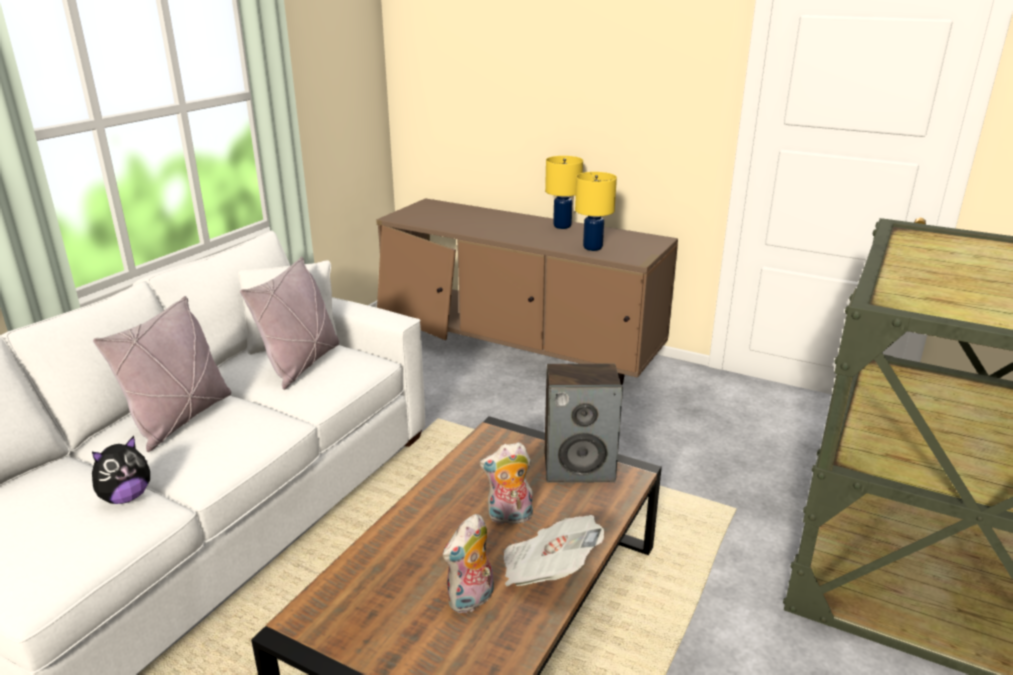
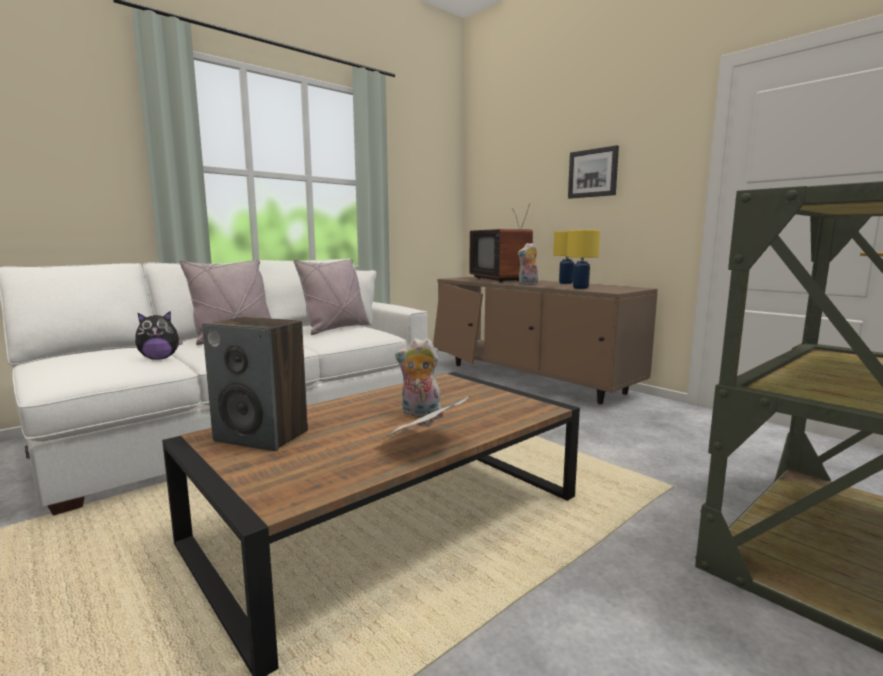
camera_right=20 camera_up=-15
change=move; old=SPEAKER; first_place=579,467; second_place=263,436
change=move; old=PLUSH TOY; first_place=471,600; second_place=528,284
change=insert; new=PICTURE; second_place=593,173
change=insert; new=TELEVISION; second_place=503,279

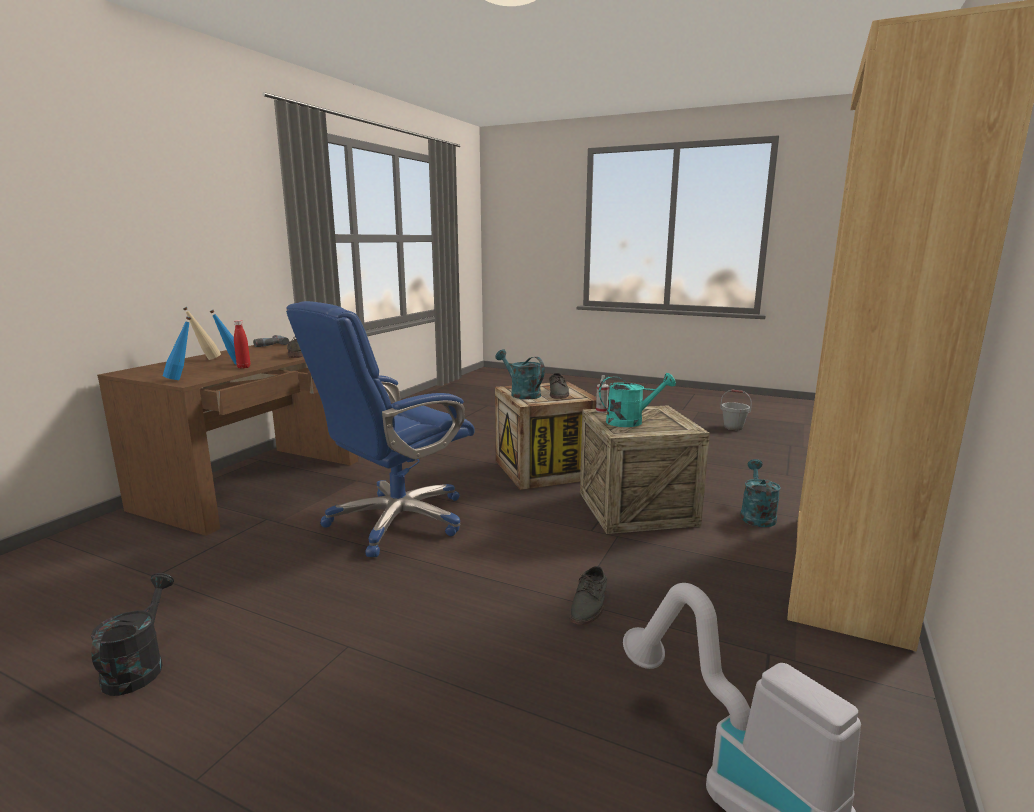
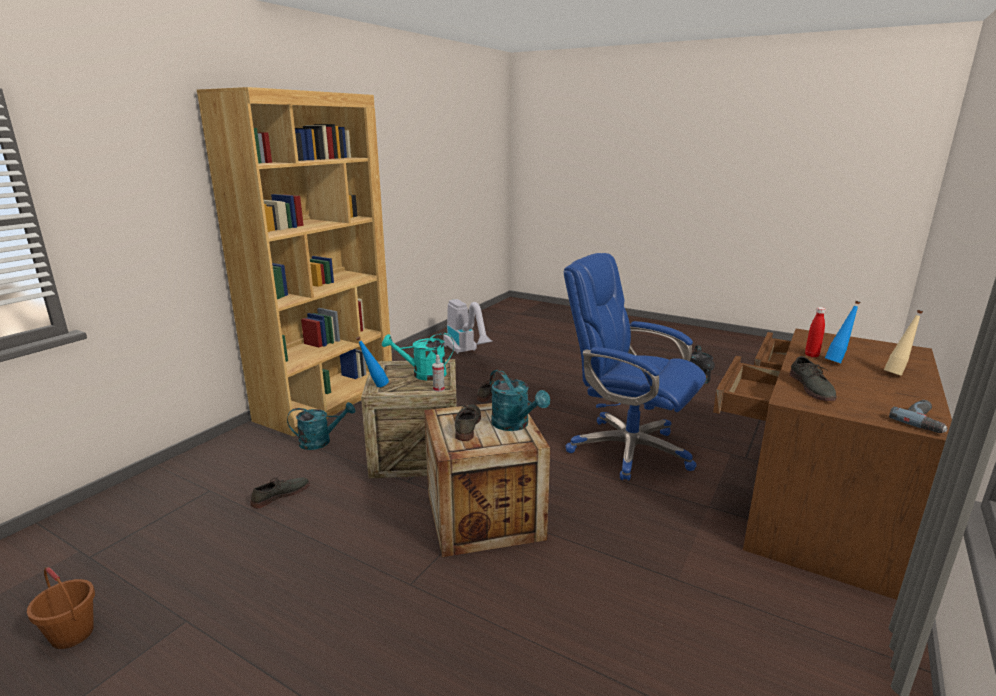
camera_right=-175 camera_up=5
change=rotate; old=BLUE OFFICE CHAIR; first_place=396,521; second_place=628,449; degrees=-105
change=move; old=BLUE BOTTLE; first_place=182,379; second_place=374,386
change=recolor; old=GREY BUCKET; new=BROWN BUCKET; first_place=733,427; second_place=72,634
change=rotate; old=TURQUOISE WATERING CAN; first_place=756,515; second_place=321,441; degrees=-120
change=insert; new=GREY SHOE; second_place=280,494

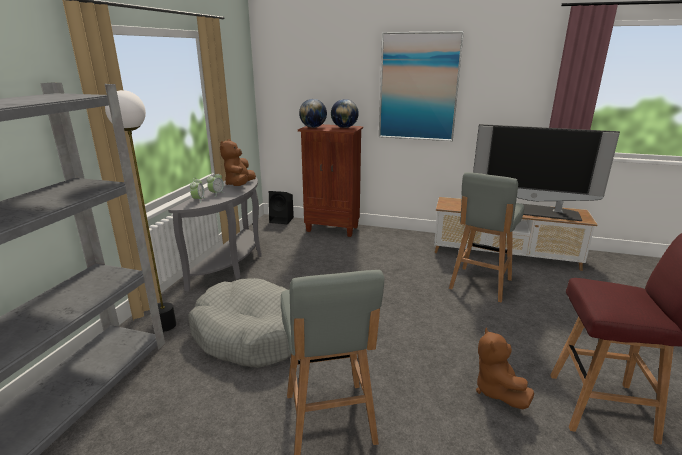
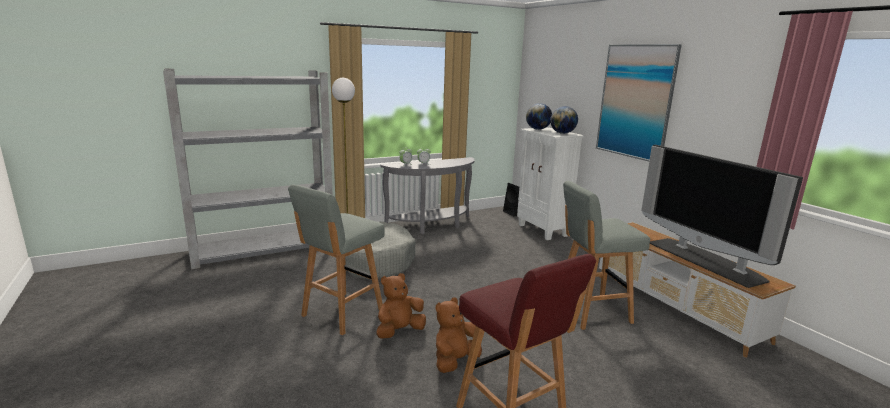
camera_right=45 camera_up=-5
change=recolor; old=BROWN CABINET; new=WHITE CABINET; first_place=332,229; second_place=542,231
change=move; old=BROWN PLUSH TOY; first_place=240,185; second_place=399,331

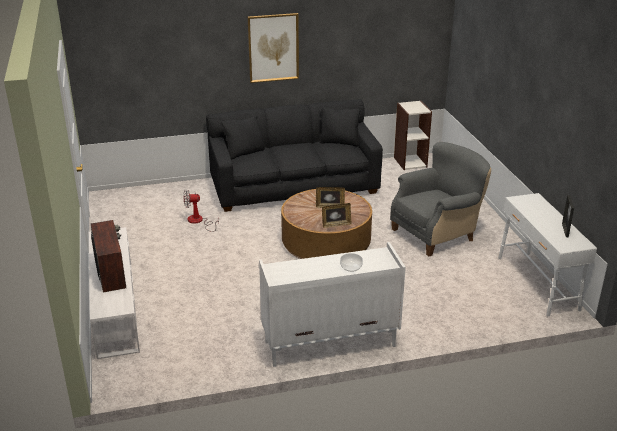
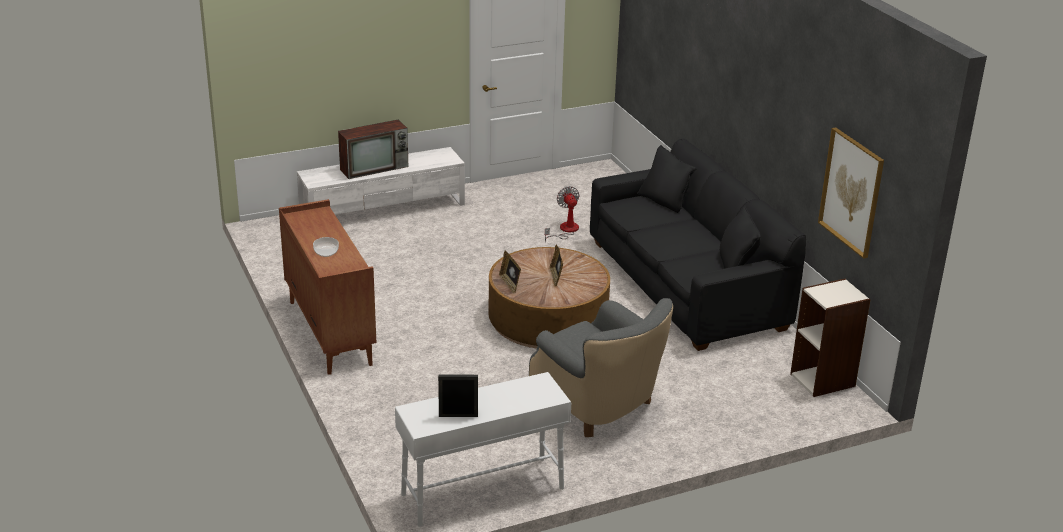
camera_right=80 camera_up=0
change=move; old=PICTURE; first_place=273,48; second_place=851,192
change=recolor; old=WHITE CABINET; new=BROWN CABINET; first_place=329,344; second_place=329,332

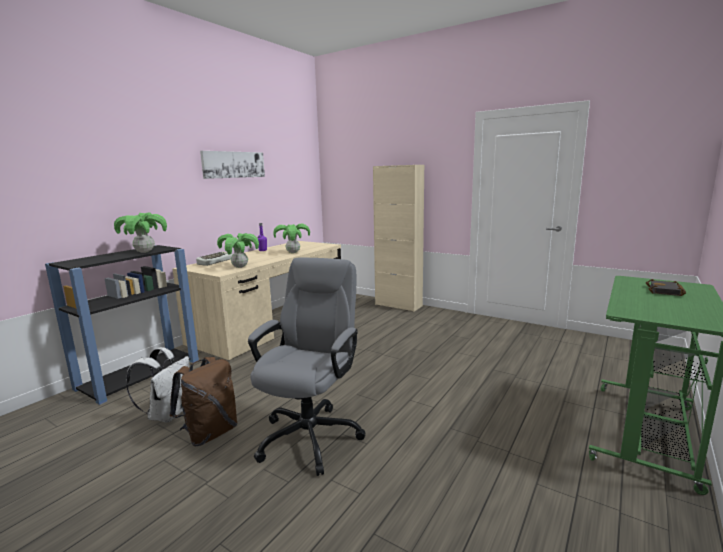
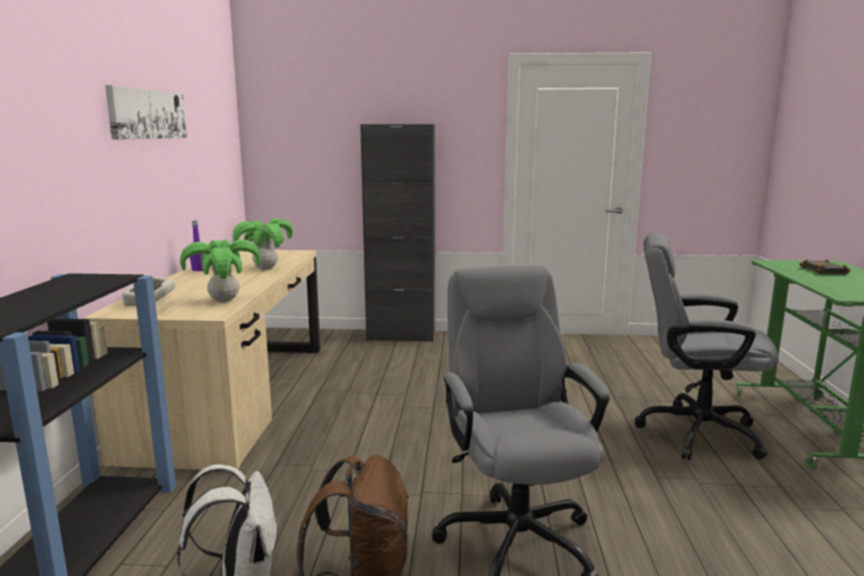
camera_right=-30 camera_up=0
change=recolor; old=BEIGE CABINET; new=BLACK CABINET; first_place=398,305; second_place=401,336
change=delete; old=POTTED PLANT; first_place=144,252
change=insert; new=GREY OFFICE CHAIR; second_place=692,433

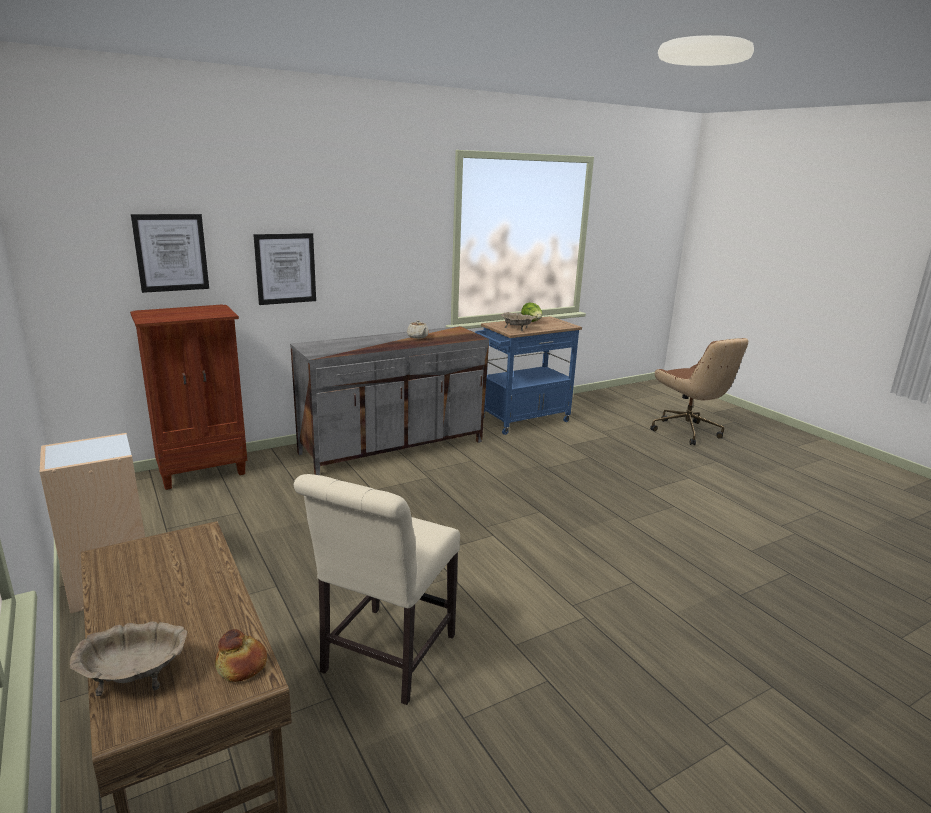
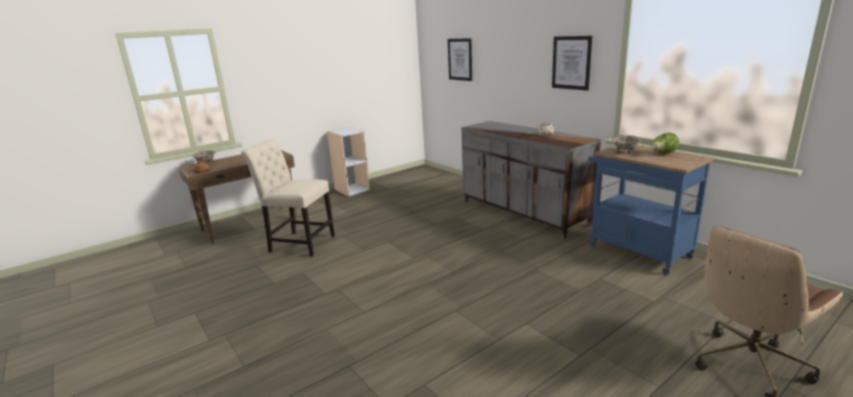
camera_right=85 camera_up=0
change=move; old=PICTURE; first_place=285,268; second_place=571,62
change=delete; old=BROWN CABINET; first_place=203,474

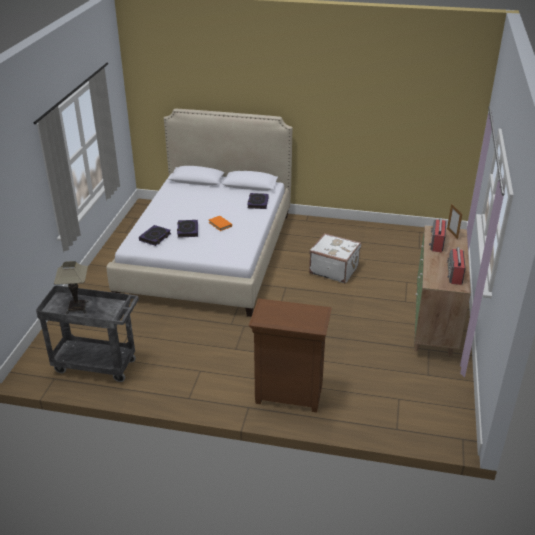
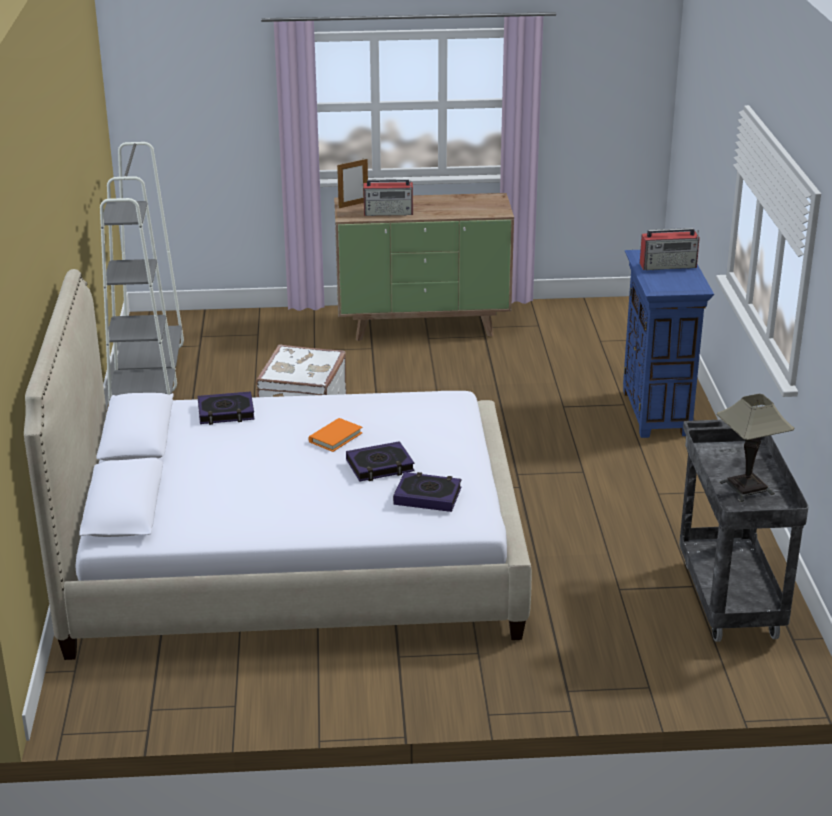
camera_right=-105 camera_up=-5
change=move; old=RADIO; first_place=455,275; second_place=669,265
change=recolor; old=BROWN CABINET; new=BLUE CABINET; first_place=287,397; second_place=657,414
change=insert; new=GREY CLOTHES RACK; second_place=149,384

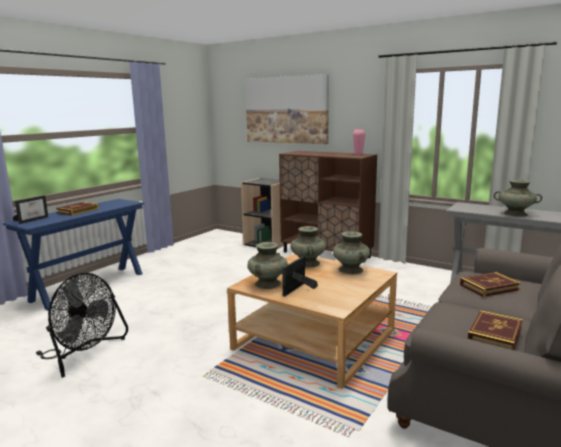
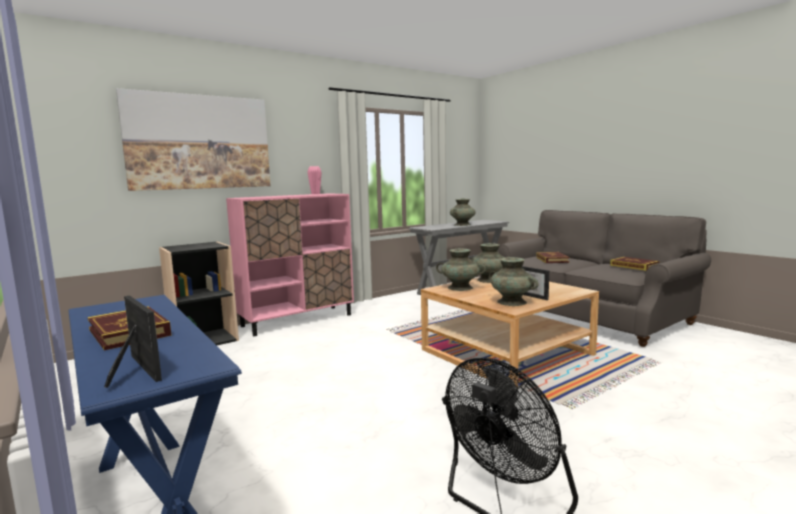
camera_right=-70 camera_up=-5
change=recolor; old=BROWN CABINET; new=PINK CABINET; first_place=326,254; second_place=298,320

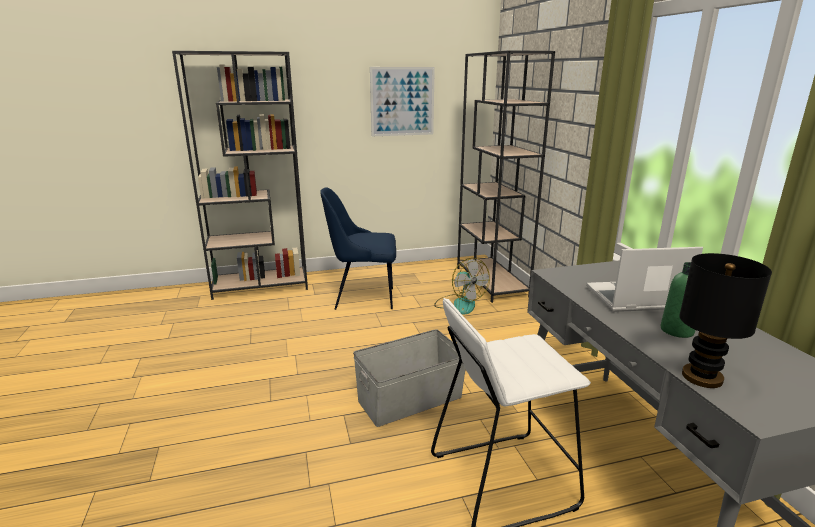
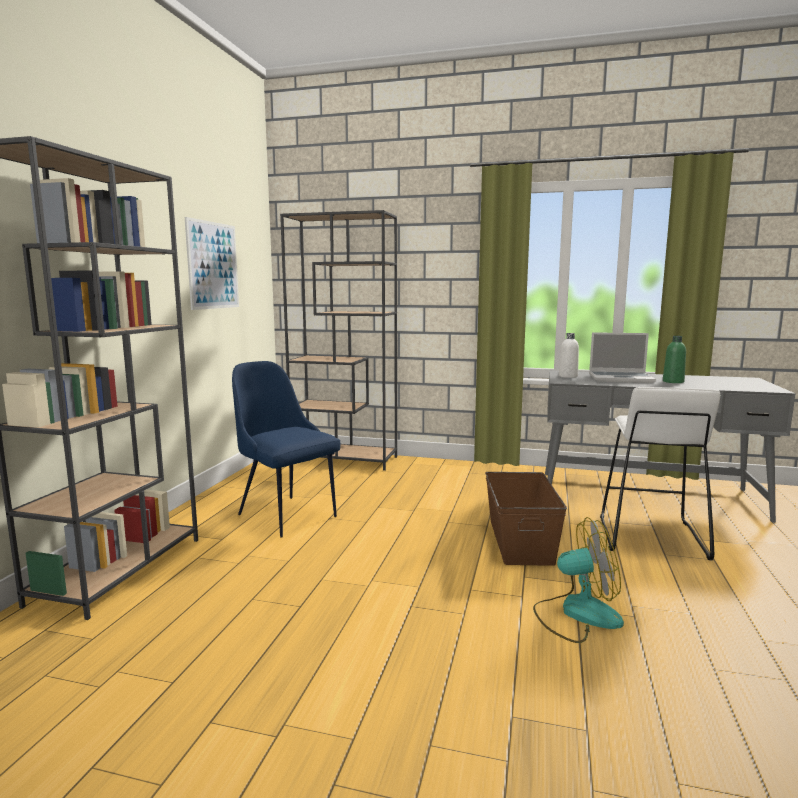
camera_right=-60 camera_up=-10
change=rotate; old=BLUE CHAIR; first_place=364,299; second_place=285,515; degrees=105
change=rotate; old=LAPTOP; first_place=635,298; second_place=621,379; degrees=-105
change=delete; old=BLACK TABLE LAMP; first_place=703,378
change=move; old=FAN; first_place=459,304; second_place=577,614
change=recolor; old=GREY STORAGE BOX; new=BROWN STORAGE BOX; first_place=411,399; second_place=521,541
change=insert; new=WHITE BOTTLE; second_place=568,376

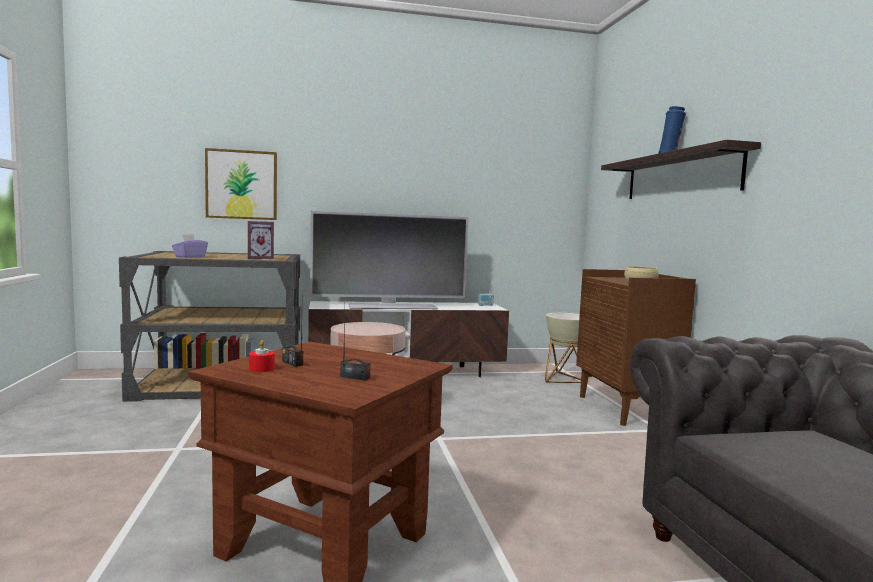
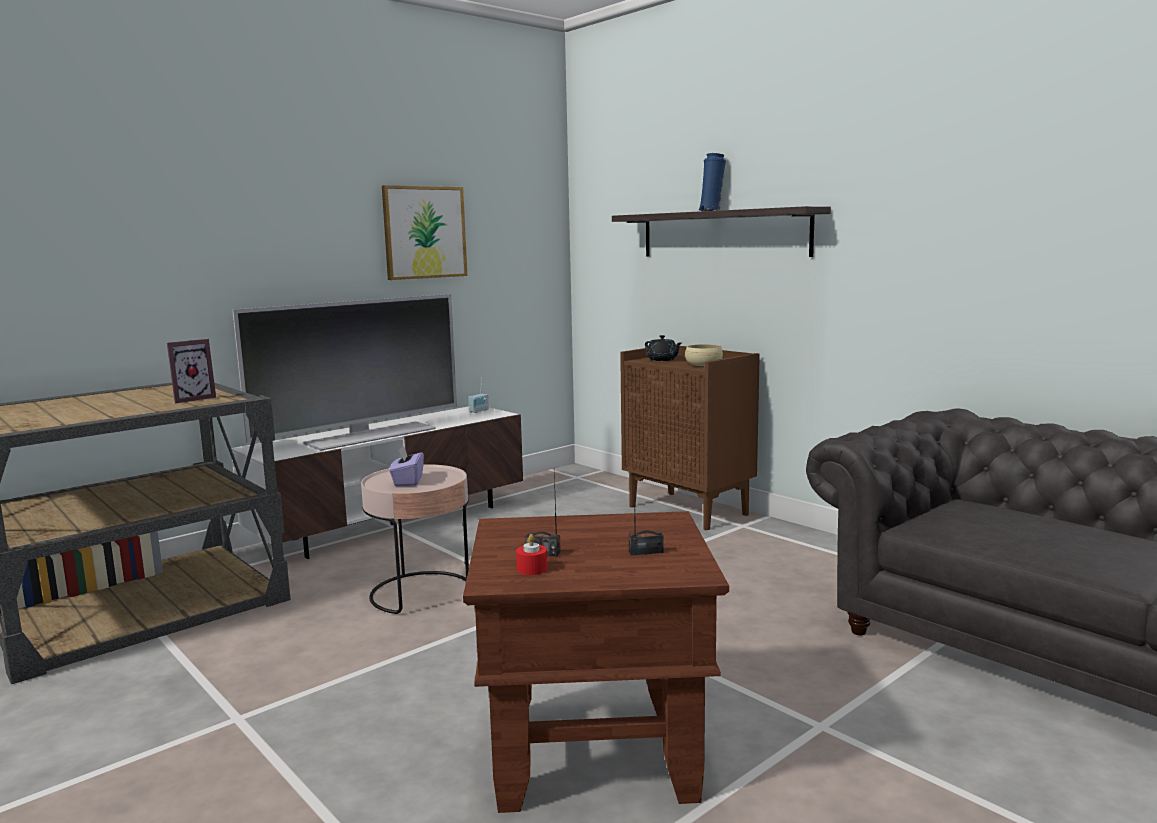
camera_right=-30 camera_up=5
change=move; old=PICTURE; first_place=241,184; second_place=424,232
change=move; old=PURPLE TISSUE BOX; first_place=190,257; second_place=407,481
change=delete; old=PLANTER; first_place=564,379
change=insert; new=BLACK TEAPOT; second_place=662,360

